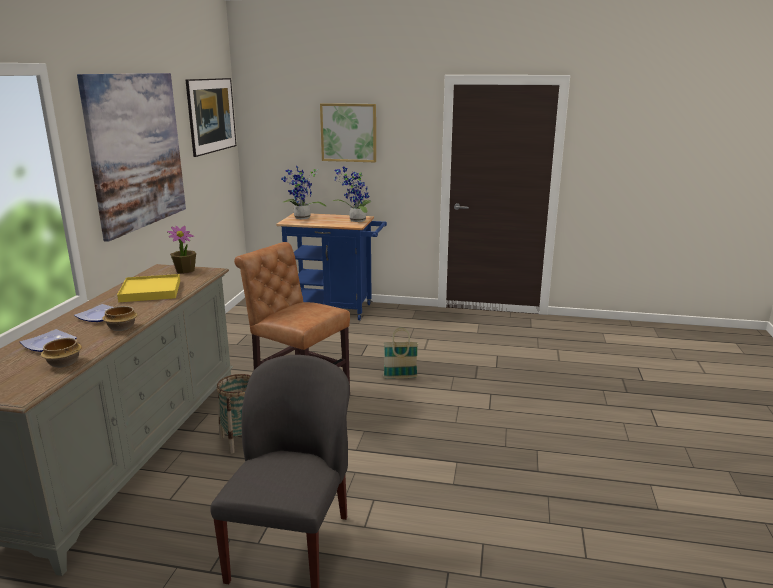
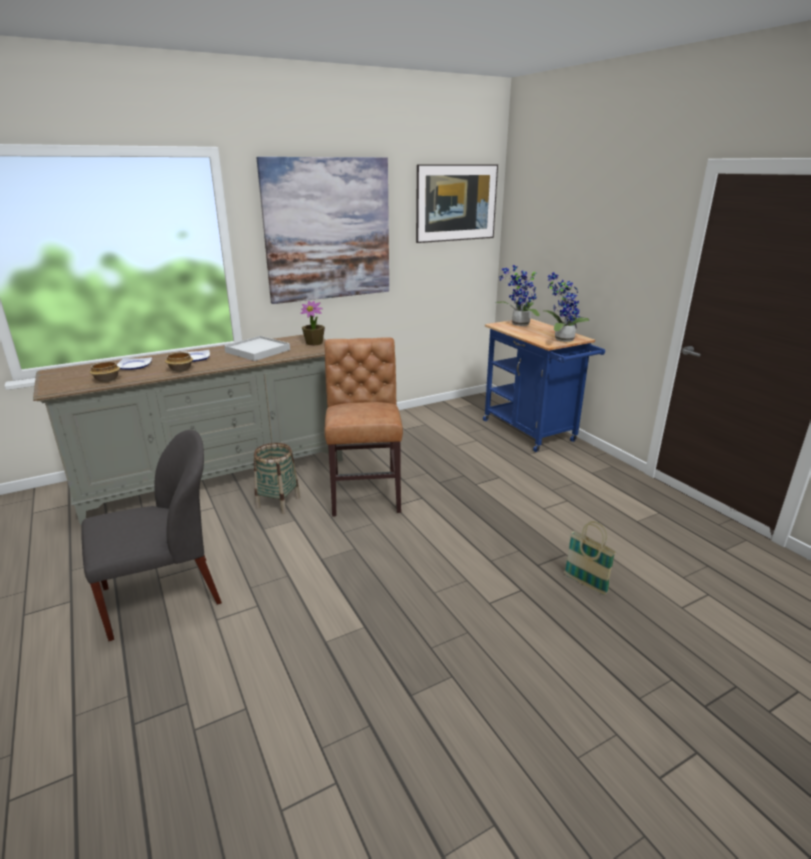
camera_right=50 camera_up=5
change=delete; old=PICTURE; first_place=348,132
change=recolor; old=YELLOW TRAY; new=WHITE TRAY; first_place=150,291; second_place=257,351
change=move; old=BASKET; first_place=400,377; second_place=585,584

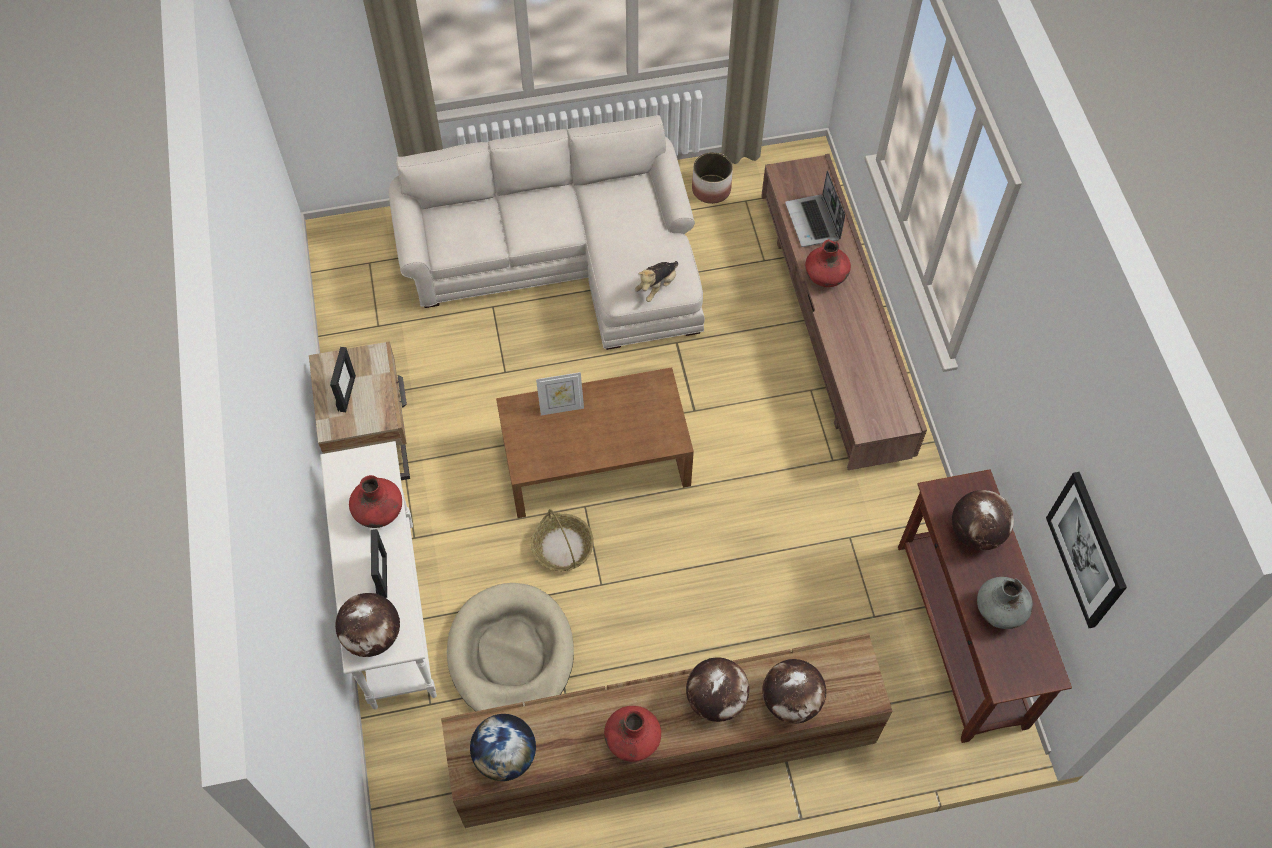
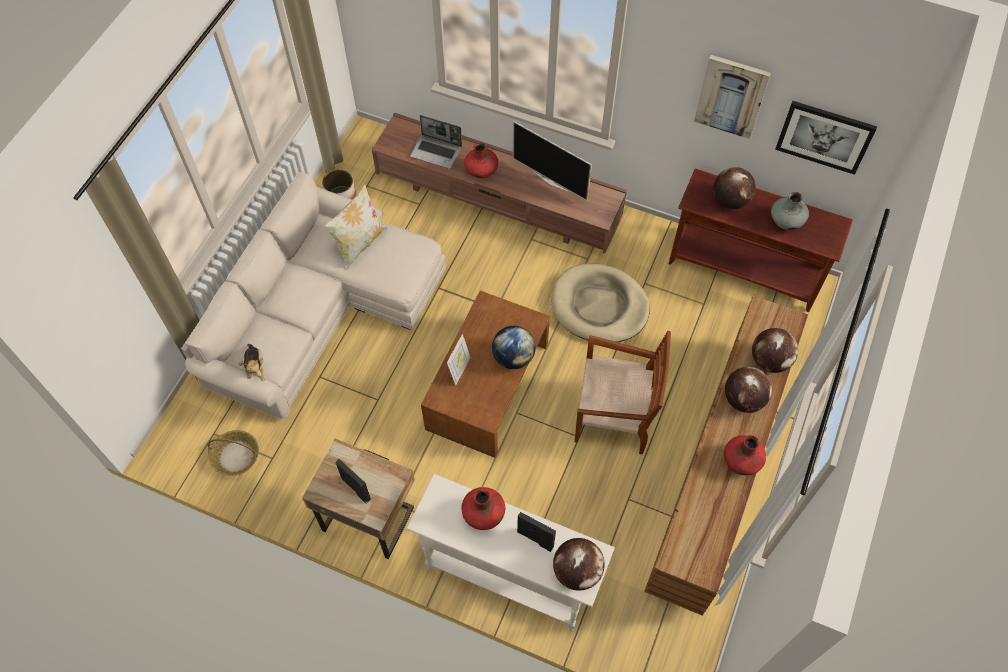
camera_right=-55 camera_up=0
change=move; old=PLUSH TOY; first_place=657,286; second_place=255,369
change=move; old=BASKET; first_place=562,547; second_place=235,456
change=move; old=BEIGE DOG BED; first_place=511,654; second_place=599,306
change=move; old=GLOBE; first_place=505,756; second_place=513,357
change=insert; new=PICTURE; second_place=731,96
change=insert; new=TELEVISION; second_place=551,181
change=insert; new=PILLOW; second_place=360,243
change=insert; new=BROWN ARMCHAIR; second_place=614,416

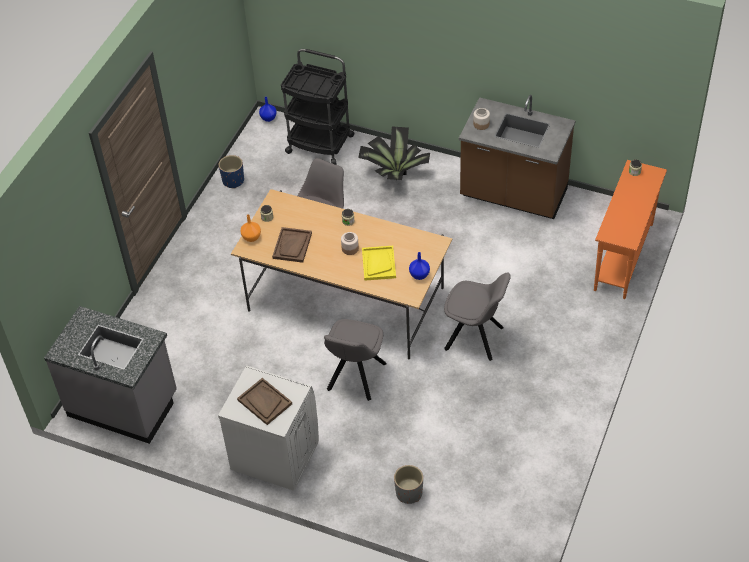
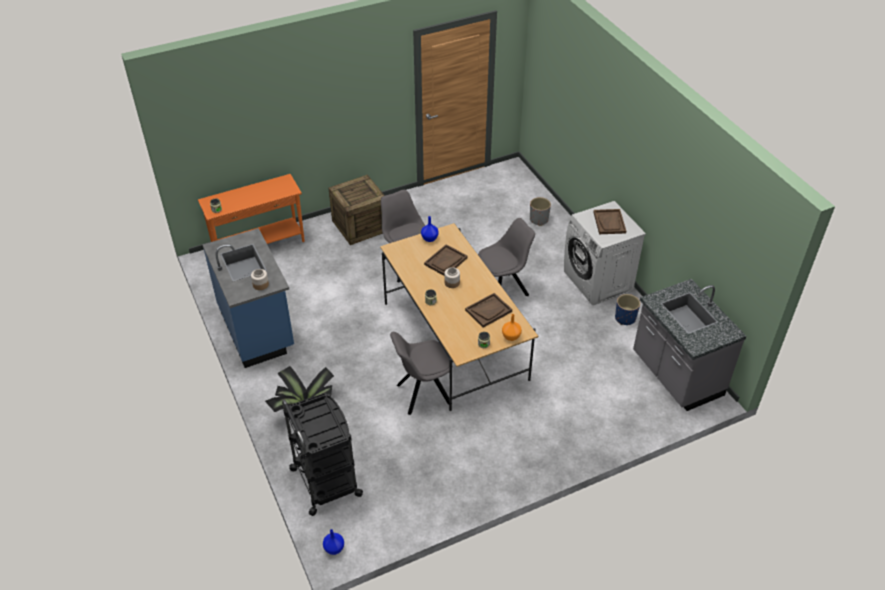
camera_right=-140 camera_up=-5
change=recolor; old=BROWN COUNTER; new=BLUE COUNTER; first_place=513,195; second_place=257,328
change=move; old=BLUE PLANTER; first_place=233,181; second_place=625,318
change=recolor; old=YELLOW TRAY; new=BROWN TRAY; first_place=378,264; second_place=446,261
change=insert; new=CRATE; second_place=360,226

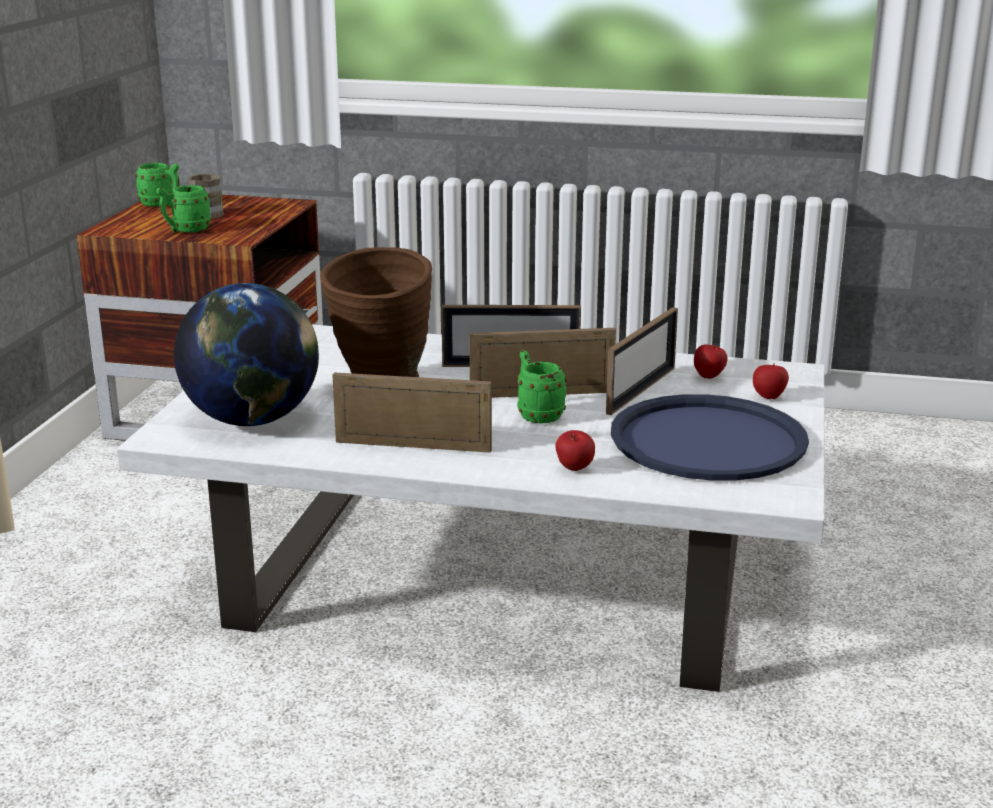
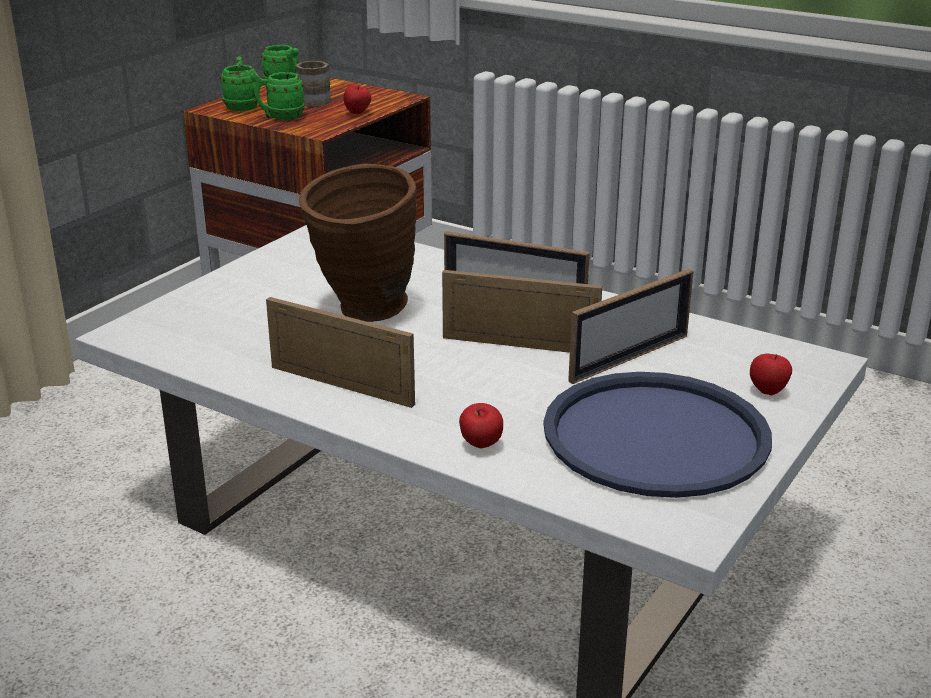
camera_right=20 camera_up=5
change=delete; old=GLOBE; first_place=252,421
change=move; old=APPLE; first_place=709,377; second_place=358,114
change=move; old=GREEN MUG; first_place=537,414; second_place=242,106

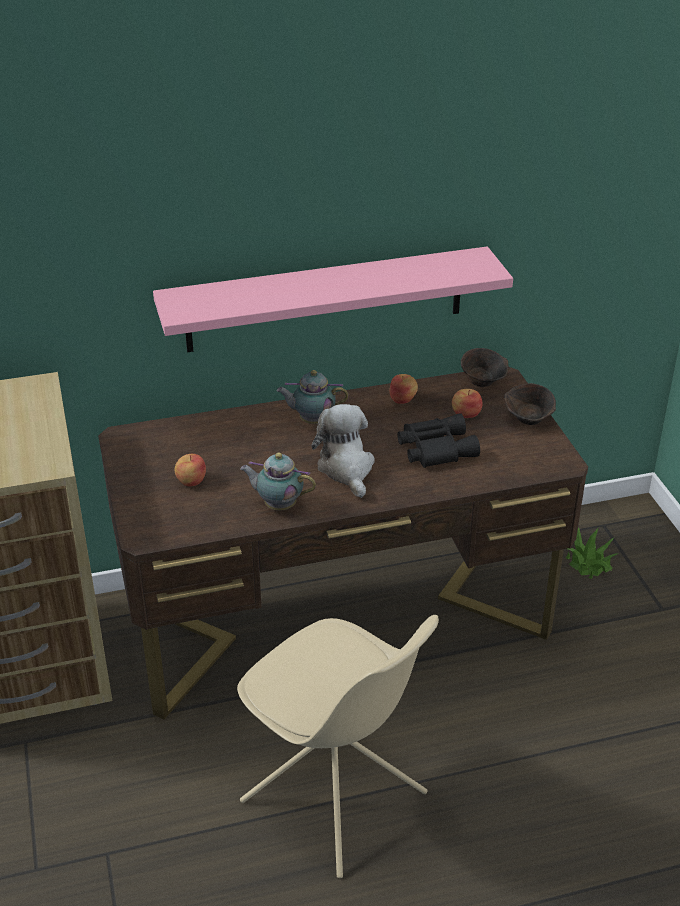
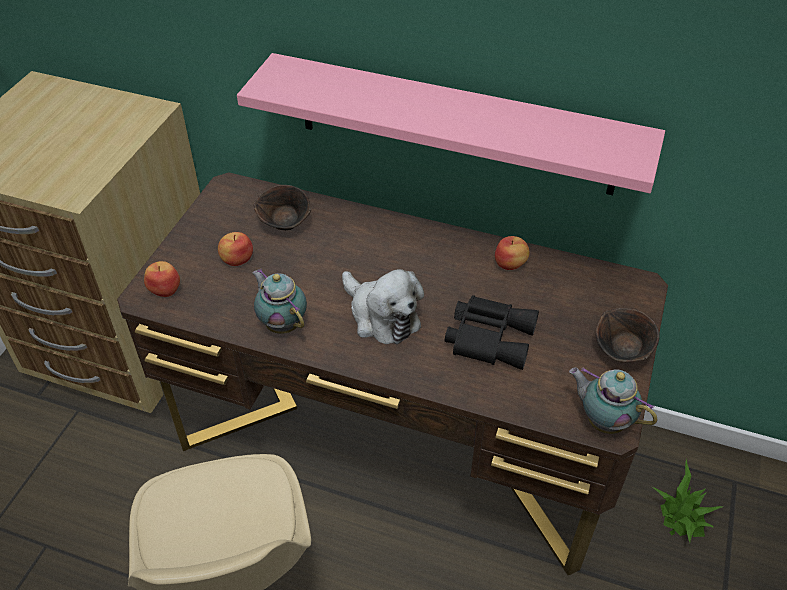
camera_right=35 camera_up=10
change=move; old=BROWN BOWL; first_place=483,382; second_place=286,224
change=move; old=TEAPOT; first_place=312,420; second_place=603,421
change=move; old=APPLE; first_place=466,414; second_place=165,289
change=rotate; old=PLUSH TOY; first_place=346,468; second_place=381,316; degrees=120

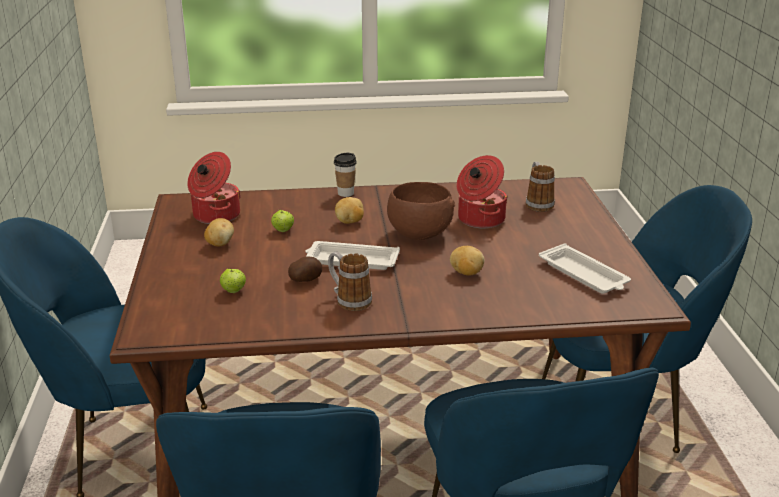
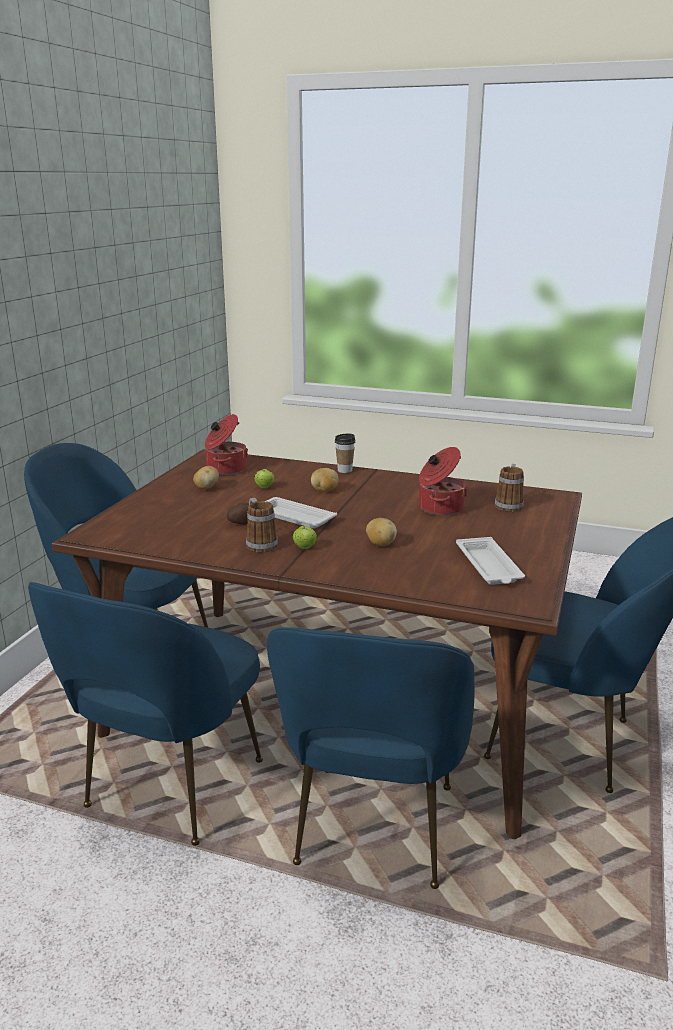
camera_right=25 camera_up=-5
change=delete; old=BROWN BOWL; first_place=418,234
change=move; old=APPLE; first_place=233,291; second_place=305,548

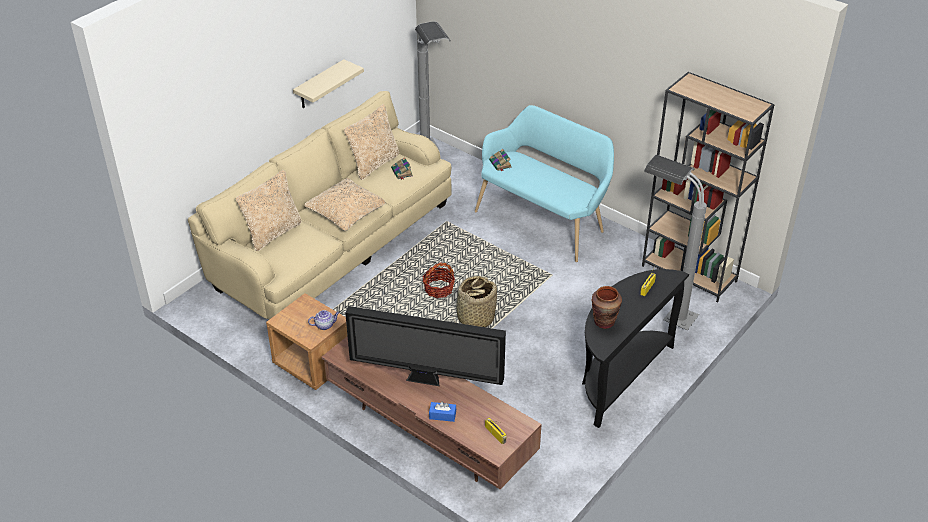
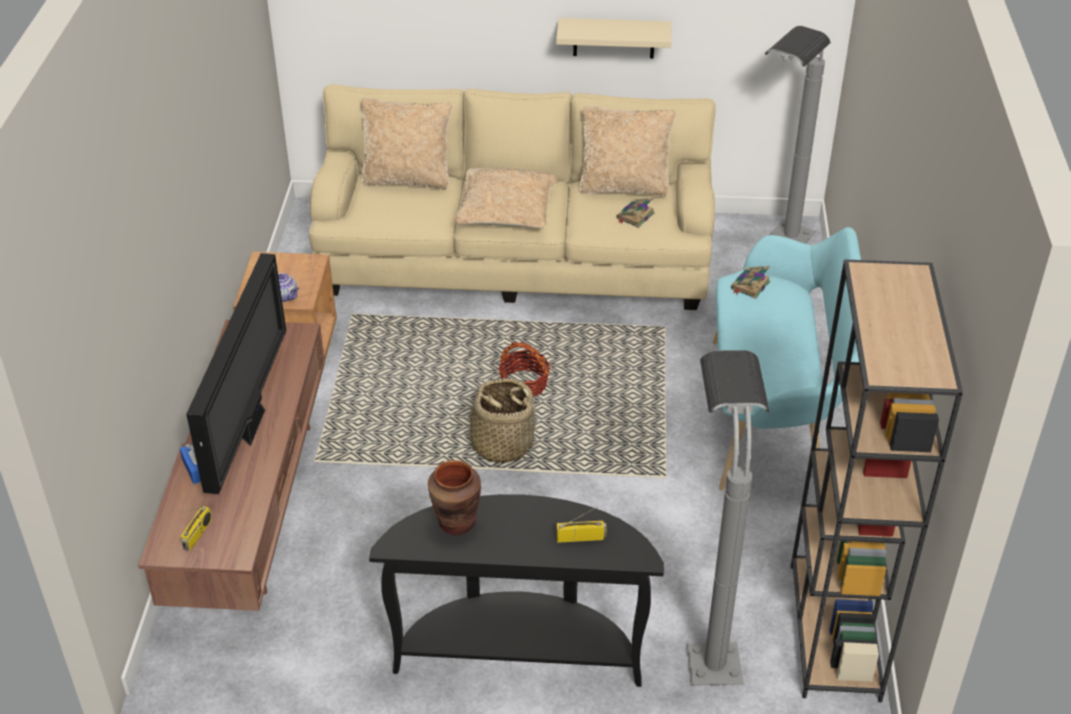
camera_right=55 camera_up=0
change=rotate; old=TELEVISION; first_place=426,380; second_place=252,424; degrees=-150

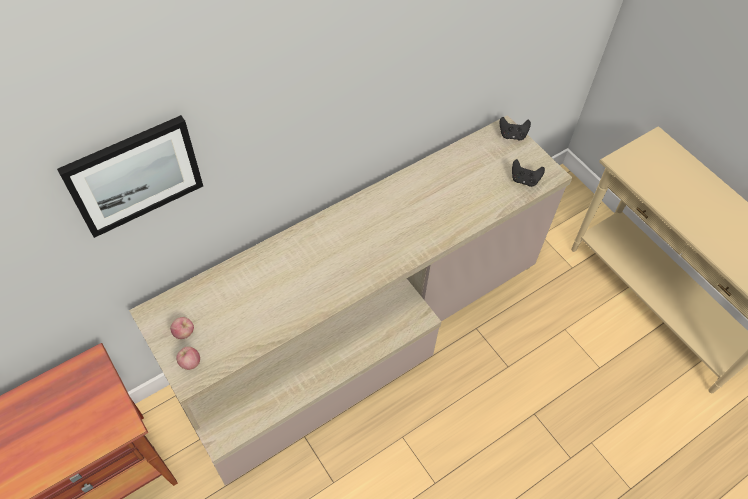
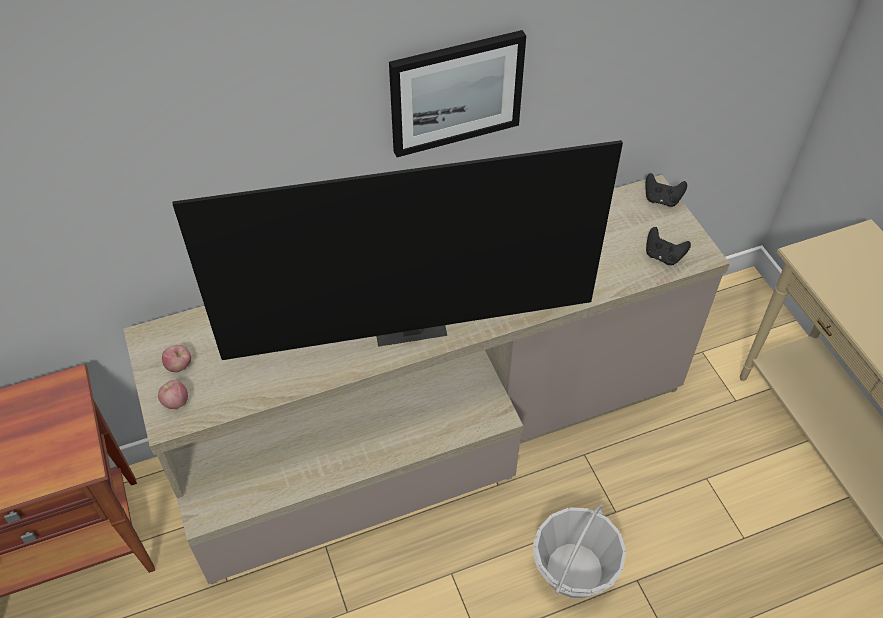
camera_right=15 camera_up=-5
change=move; old=PICTURE; first_place=134,175; second_place=456,92
change=insert; new=TELEVISION; second_place=409,322
change=insert; new=BASKET; second_place=574,570

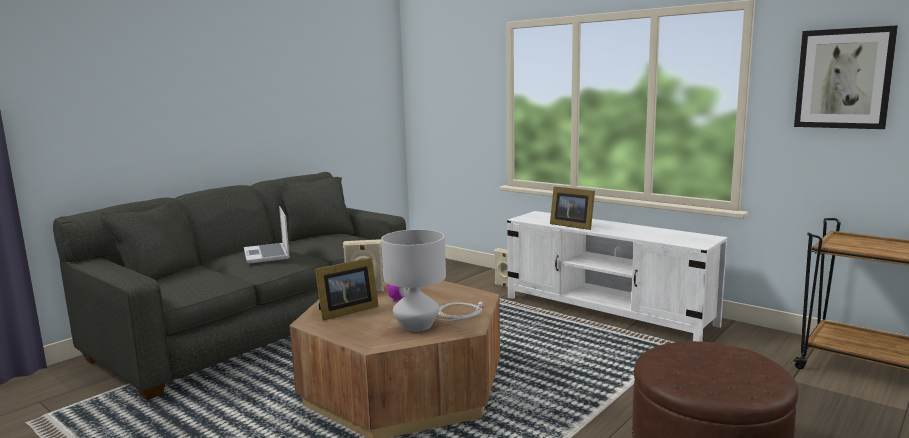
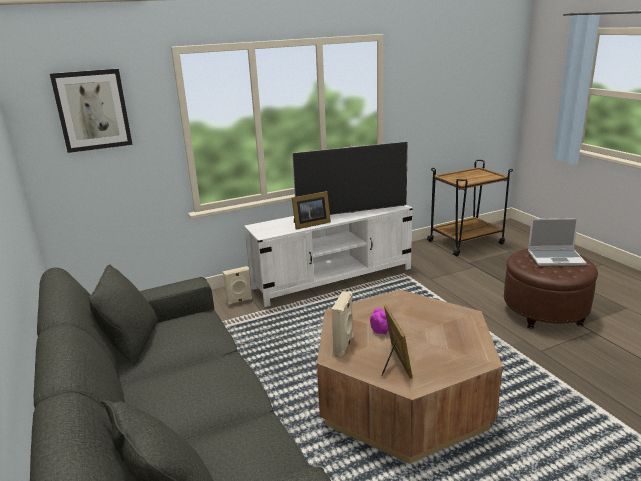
camera_right=-65 camera_up=10
change=move; old=PICTURE; first_place=843,78; second_place=92,110
change=move; old=LAPTOP; first_place=267,255; second_place=556,258
change=delete; old=GREY TABLE LAMP; first_place=434,320
change=insert; new=TELEVISION; second_place=352,212

